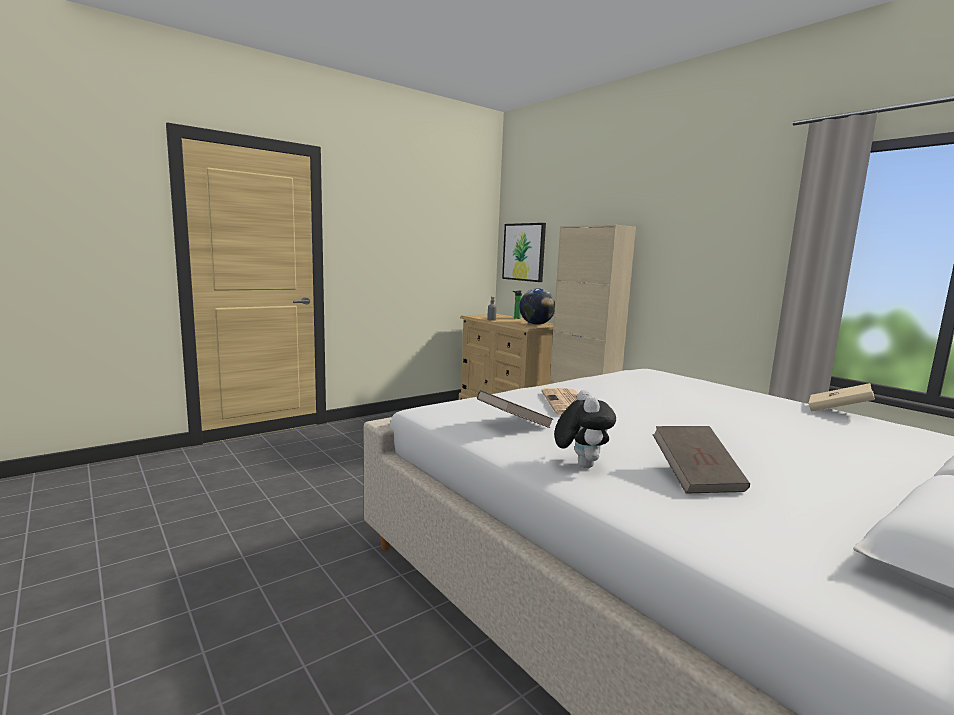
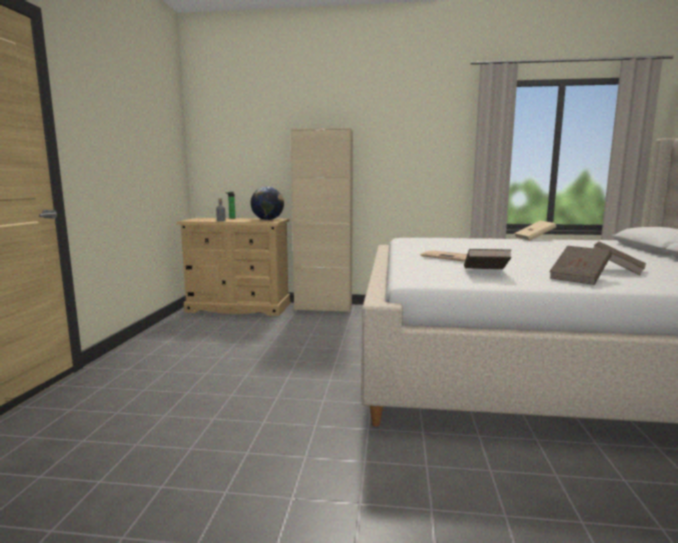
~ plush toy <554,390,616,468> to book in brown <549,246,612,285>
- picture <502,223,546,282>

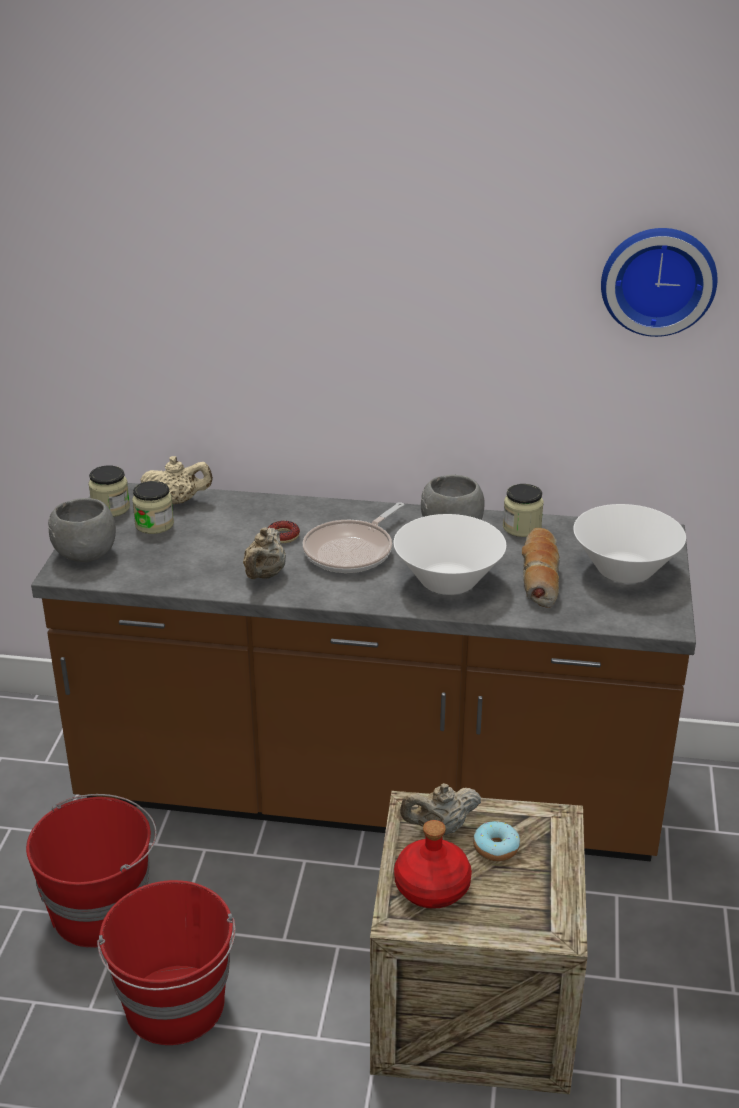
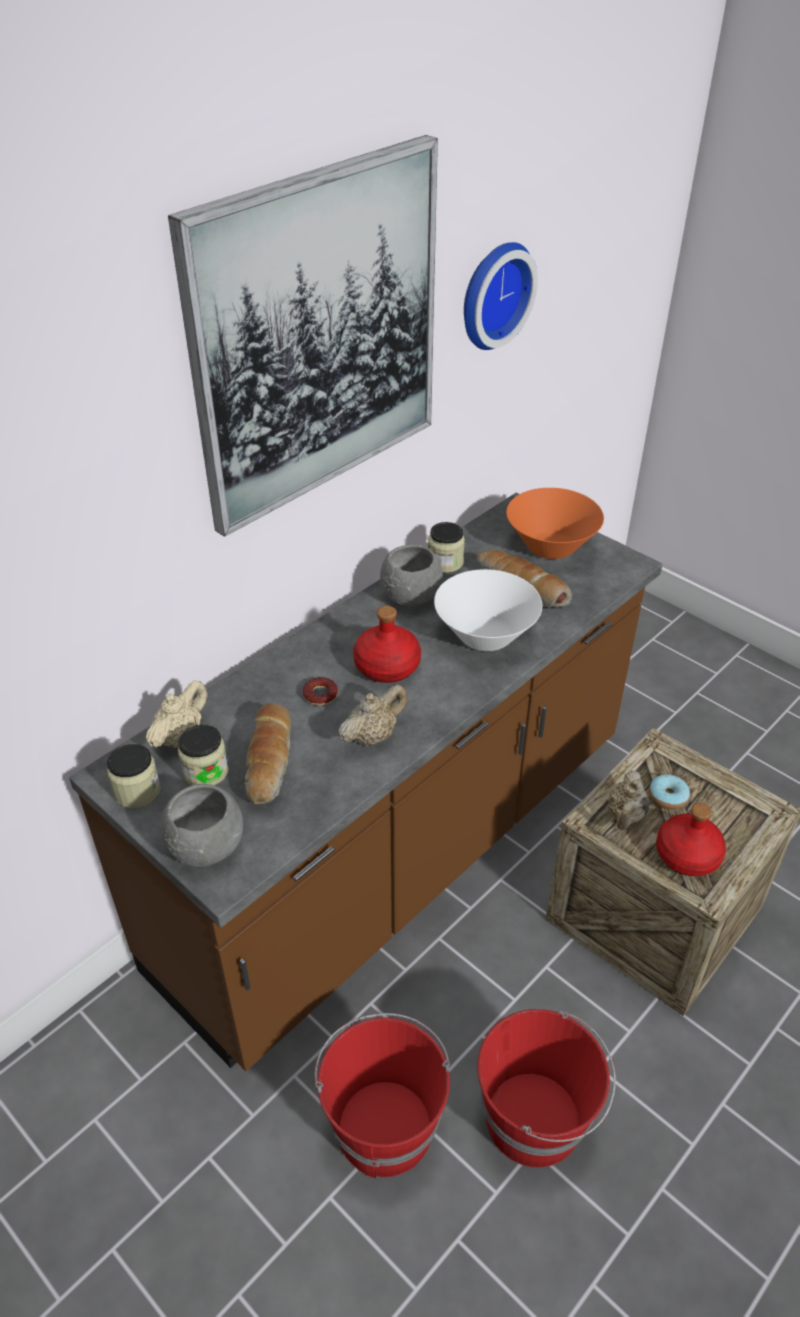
+ picture <168,135,438,537>
+ bread <244,703,291,804>
~ teapot in beige <243,527,286,579> = <338,684,408,747> 90 degrees counterclockwise
~ frying pan <303,502,404,573> to bottle in red <353,606,421,683>
~ bowl in white <573,504,686,583> to bowl in orange <506,488,604,559>

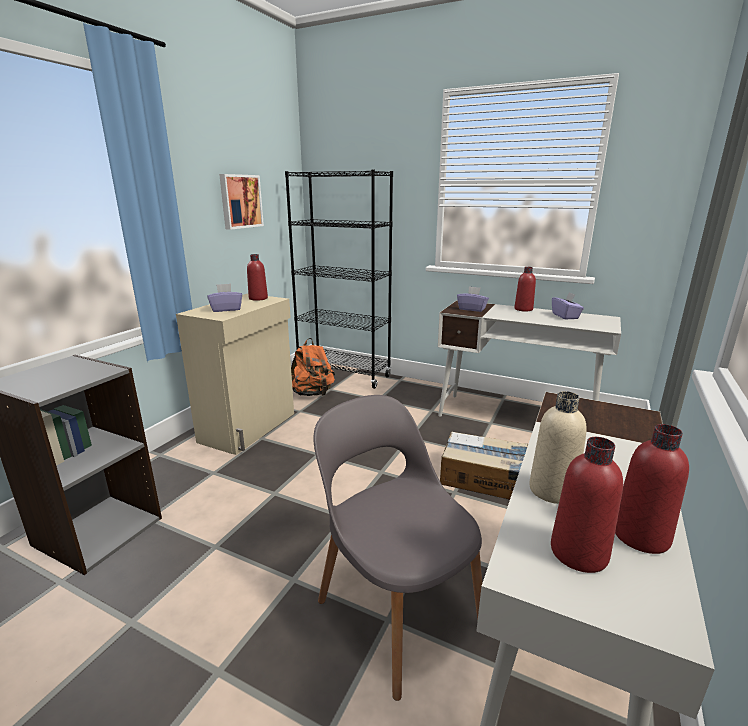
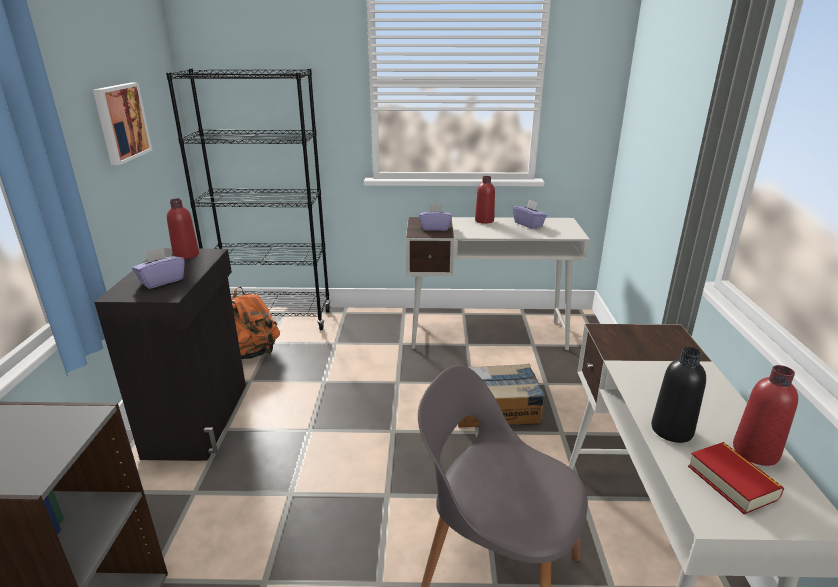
~ cabinet in beige <176,294,294,455> to cabinet in black <94,248,246,461>
~ bottle in beige <529,391,587,504> to bottle in black <651,347,706,443>
~ bottle in red <551,437,623,573> to book <688,442,784,514>

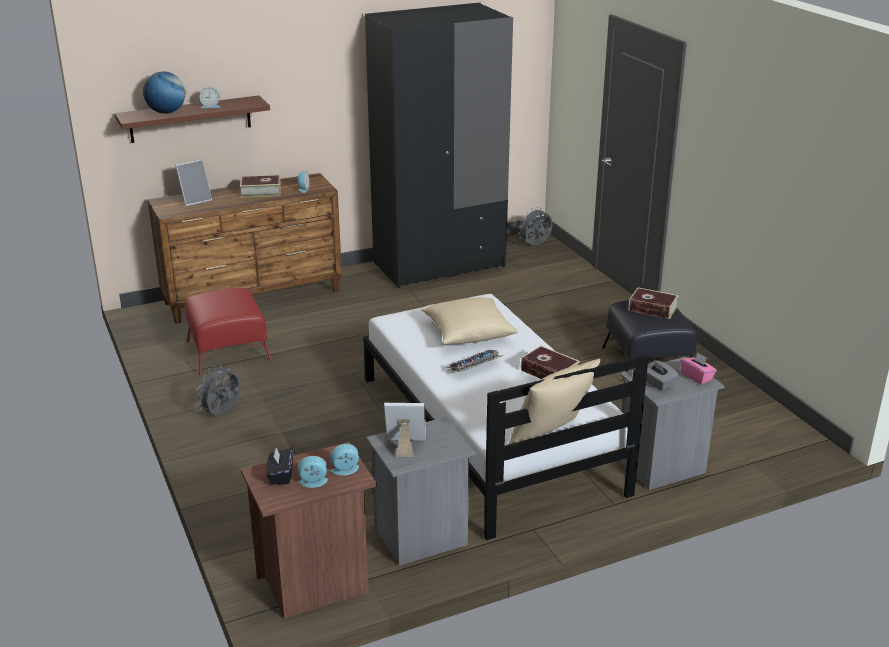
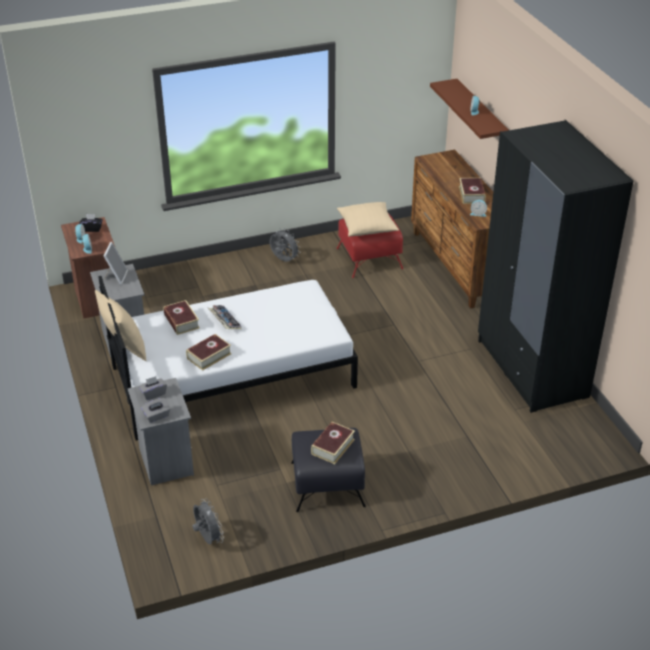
~ tissue box in pink <680,352,717,385> to tissue box in grey <141,398,170,423>
+ book <164,300,200,335>
~ fan in grey <518,207,553,245> to <192,498,224,545>
~ pillow in beige <421,297,518,344> to <337,202,399,237>
- globe <143,71,186,114>
- picture frame <175,159,212,206>

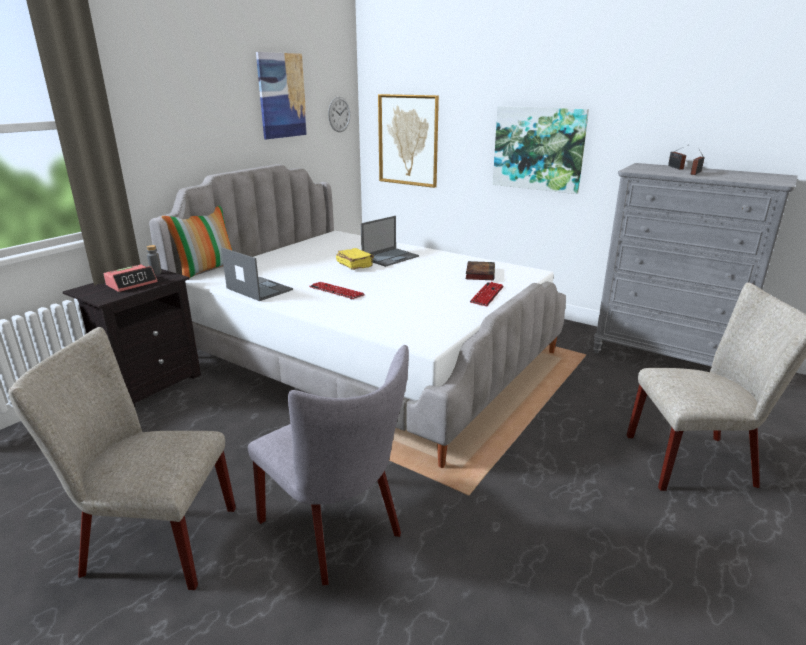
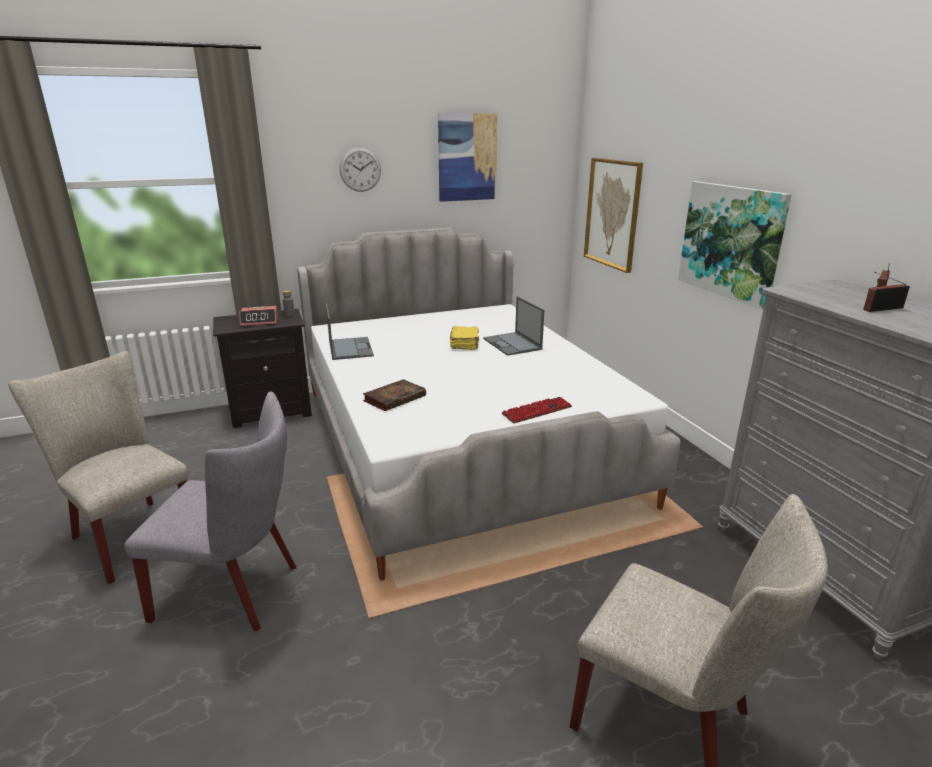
~ chair in grey <248,345,409,585> = <124,392,296,632> 75 degrees counterclockwise
~ wall clock <328,97,350,132> to <339,148,381,192>
~ book <466,261,495,280> to <363,379,426,411>
~ laptop <361,216,419,267> = <483,296,544,356> 75 degrees clockwise
- pillow <162,206,233,278>
- keyboard <309,282,365,300>

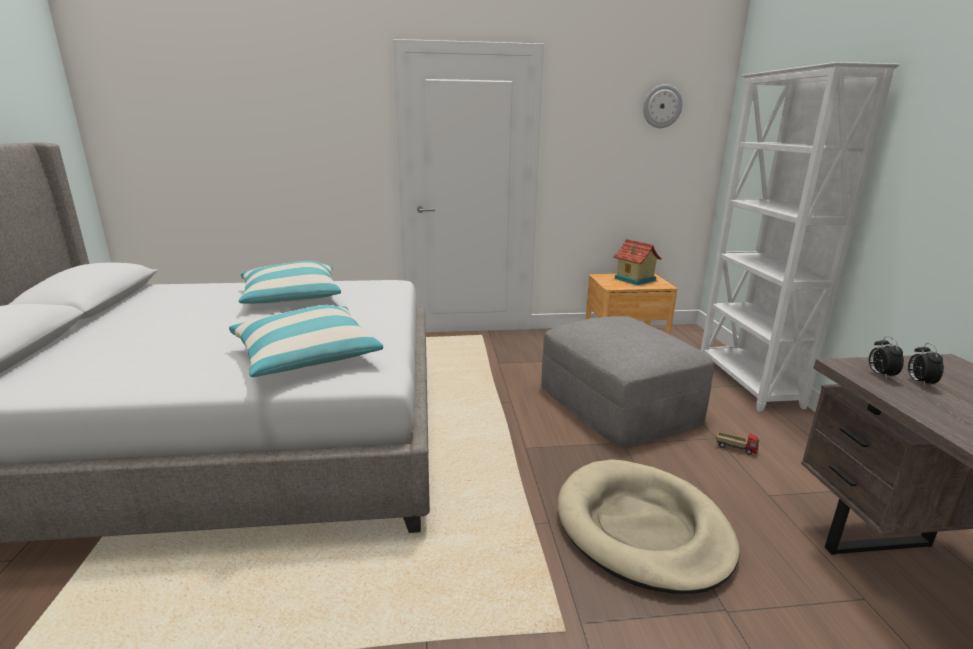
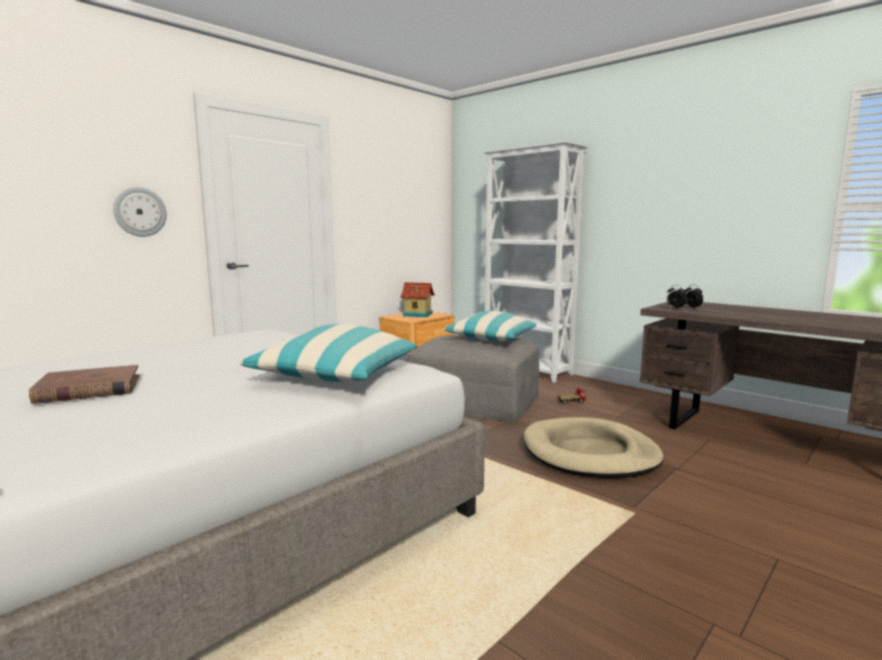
+ book in brown <29,365,139,404>
~ wall clock <643,84,683,128> to <113,187,167,237>
~ pillow <238,261,341,304> to <444,311,536,341>

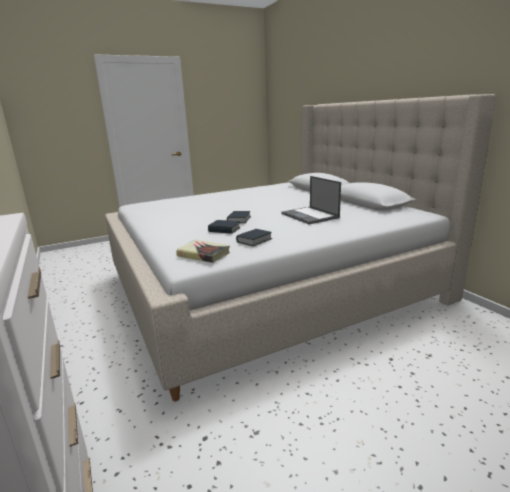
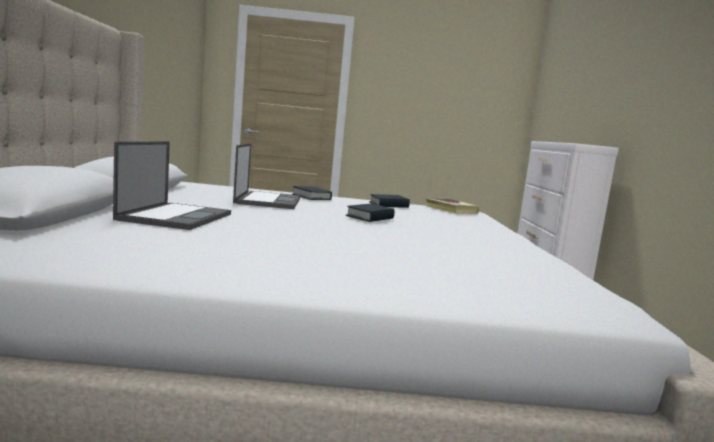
+ laptop <113,141,231,230>
~ book <208,220,240,234> to <293,186,332,200>

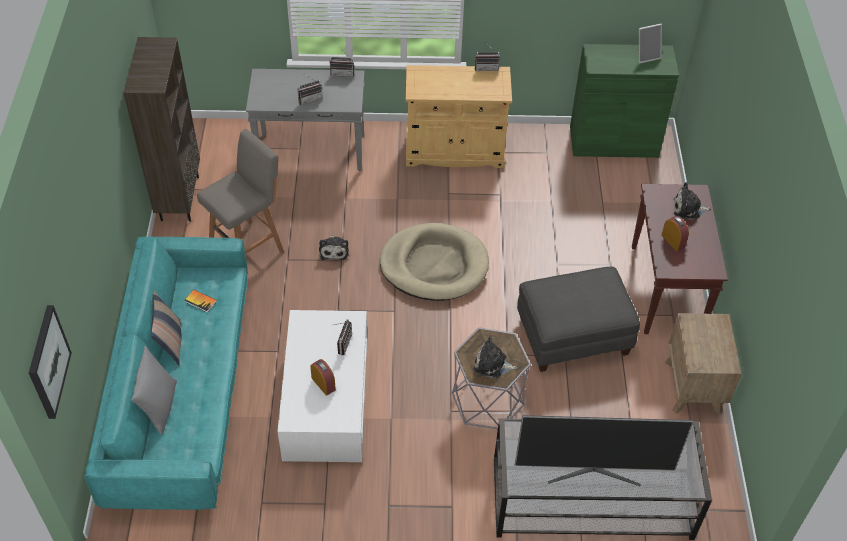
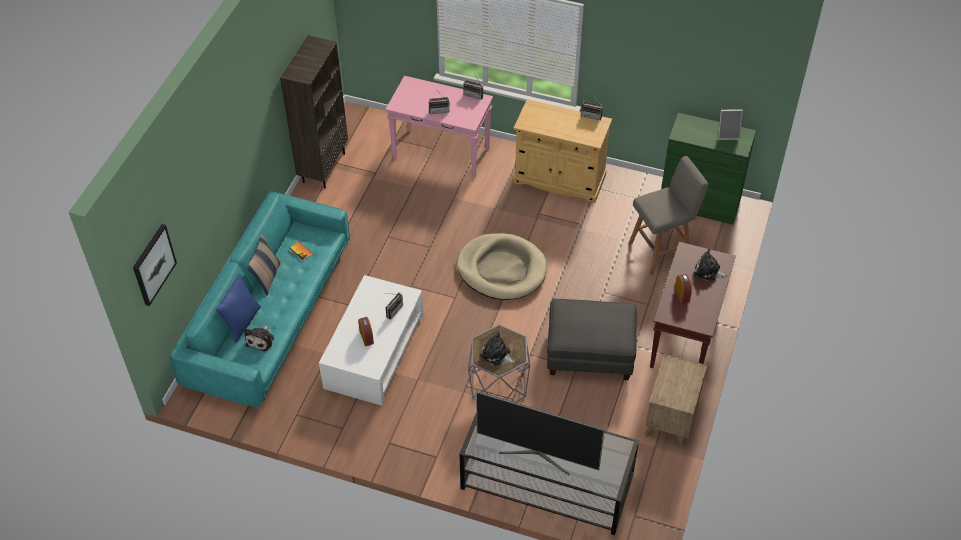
~ pillow in grey <131,346,177,435> to pillow in blue <215,273,261,343>
~ plush toy <319,235,349,260> to <244,324,274,351>
~ console table in grey <246,69,364,171> to console table in pink <385,76,493,178>
~ stool in grey <197,129,284,254> to <629,156,708,276>

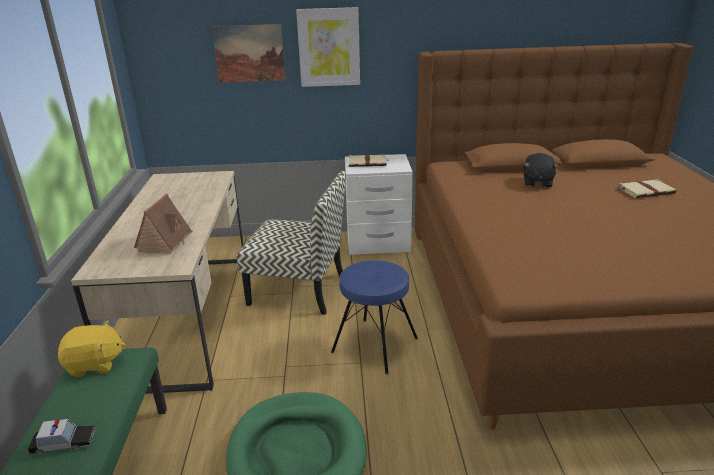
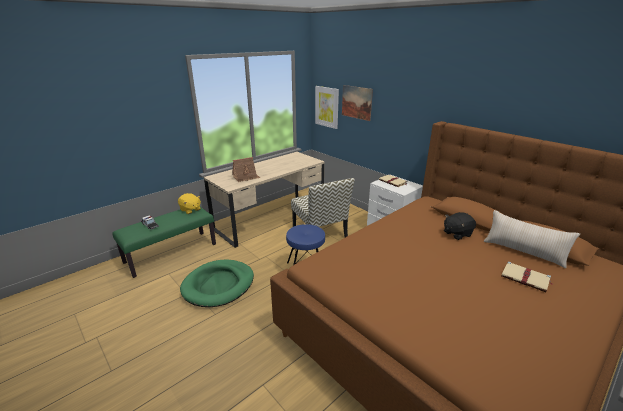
~ picture <296,7,360,87> to <315,86,339,129>
+ pillow in beige <484,210,580,269>

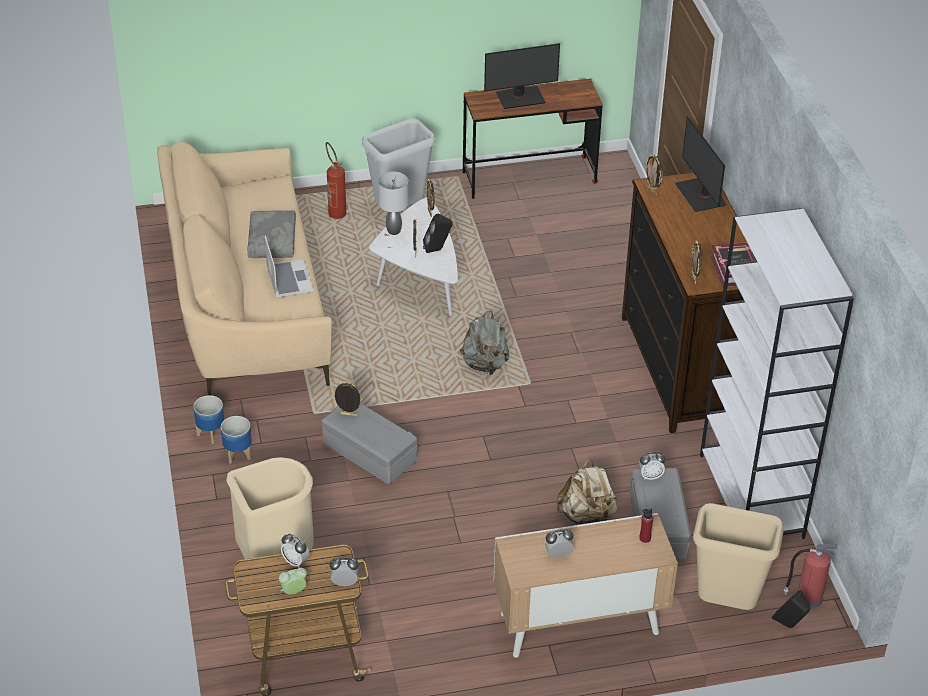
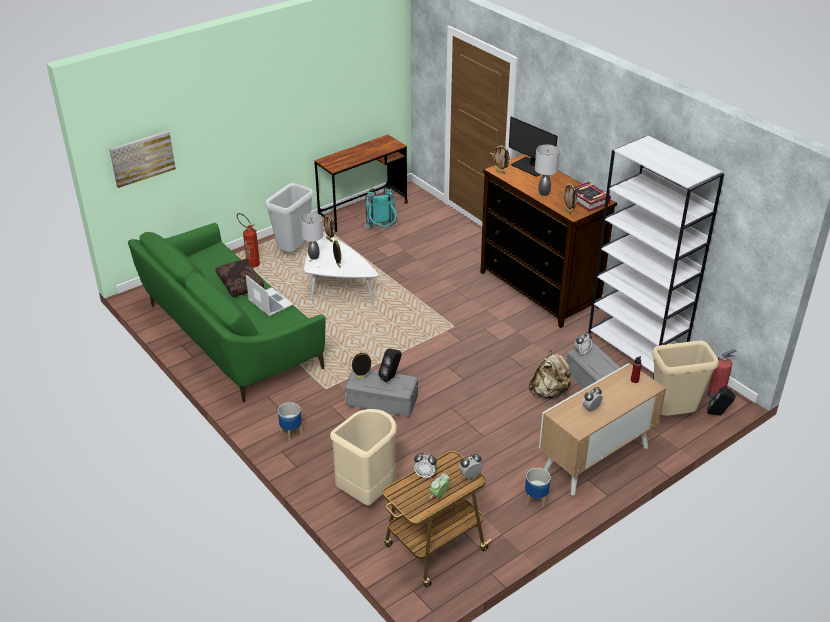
+ picture <109,131,176,188>
~ sofa in beige <157,141,332,395> to sofa in green <128,223,326,402>
~ pillow in grey <247,210,296,258> to pillow in brown <216,259,264,297>
+ backpack in turquoise <365,187,397,229>
~ speaker in black <423,213,453,253> to <378,348,402,382>
~ planter <193,395,224,444> to <525,468,551,507>
+ table lamp in grey <535,145,560,196>
- backpack in grey <460,311,509,375>
- monitor <484,43,560,109>

